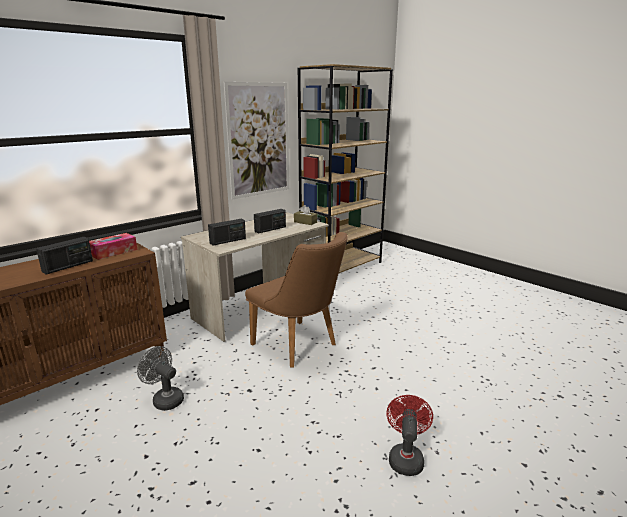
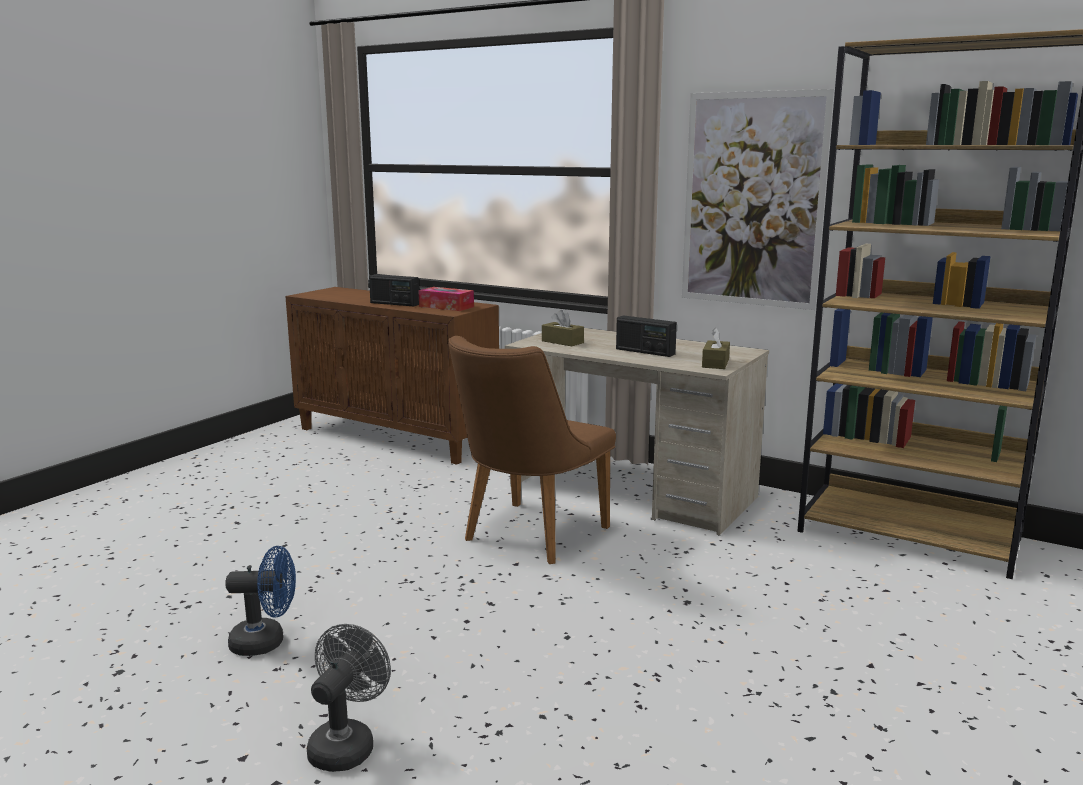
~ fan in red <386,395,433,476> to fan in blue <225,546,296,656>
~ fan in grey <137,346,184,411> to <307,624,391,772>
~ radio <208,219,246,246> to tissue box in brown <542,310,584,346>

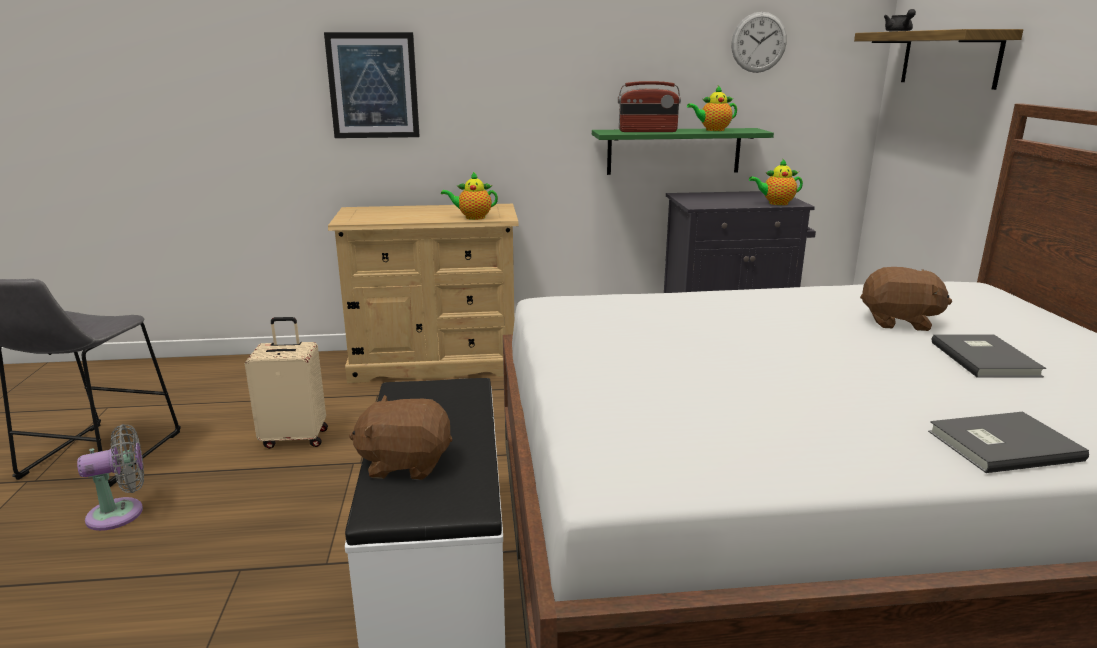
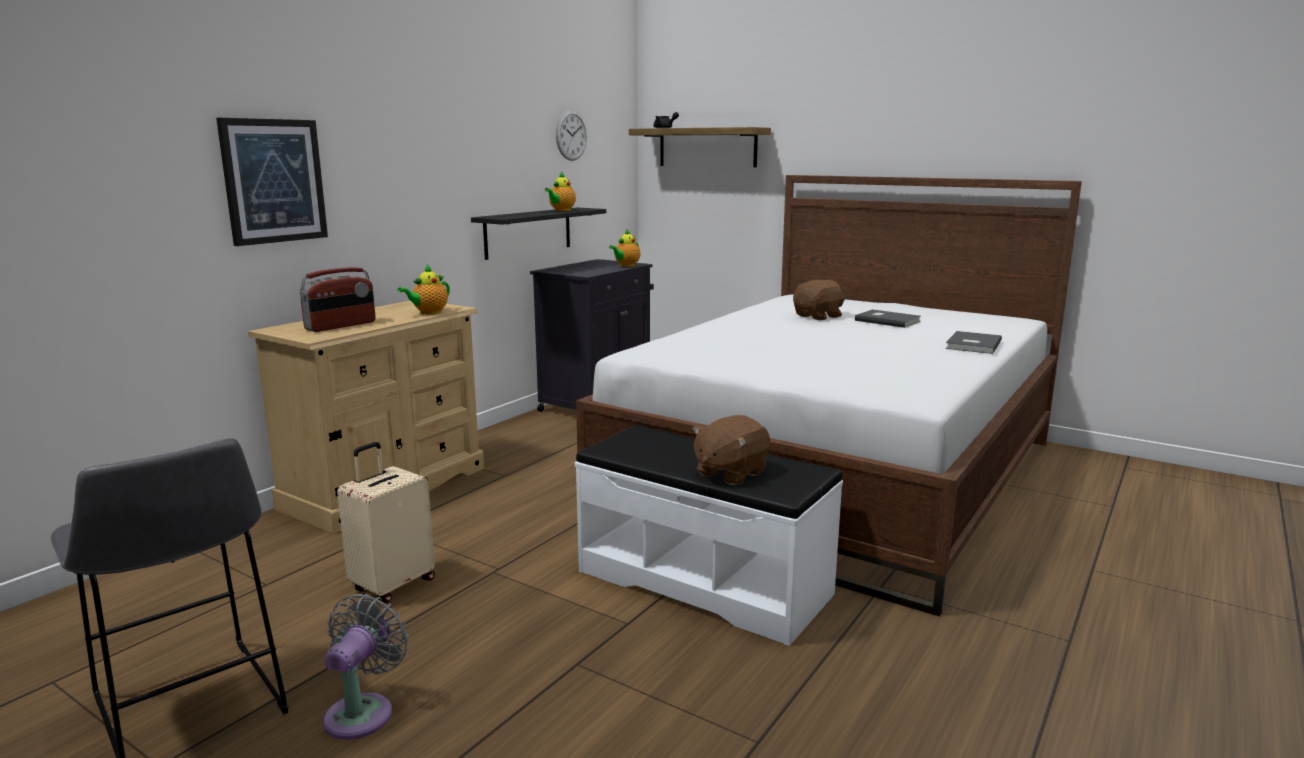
~ radio <618,81,681,132> to <300,268,376,332>
~ shelf in green <592,128,774,175> to shelf in black <471,208,606,260>

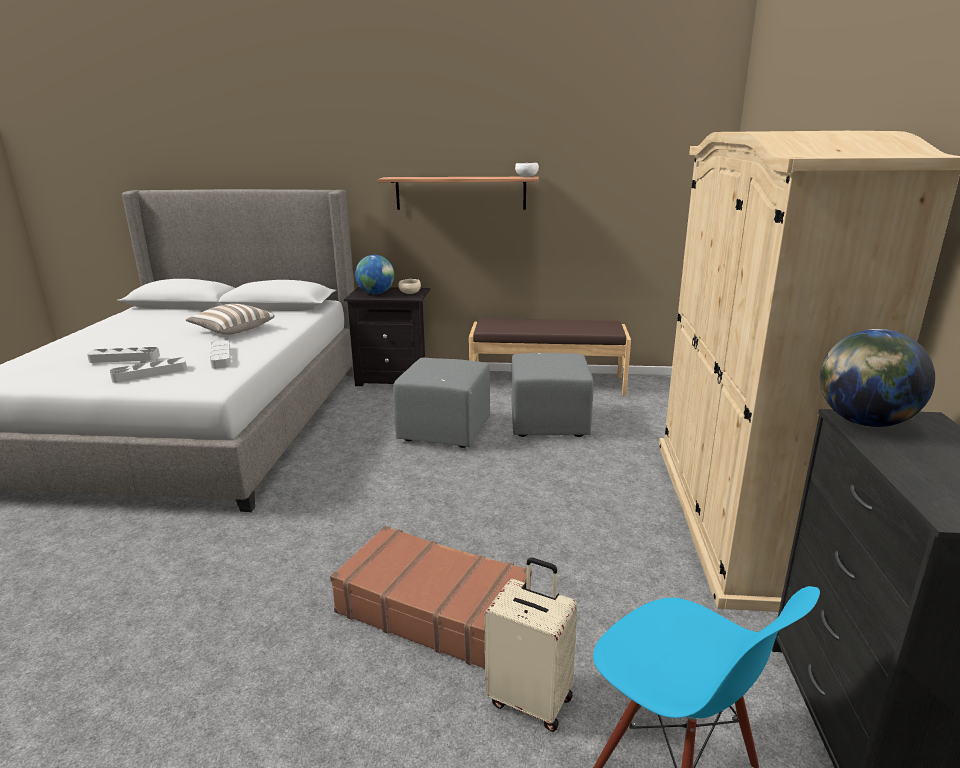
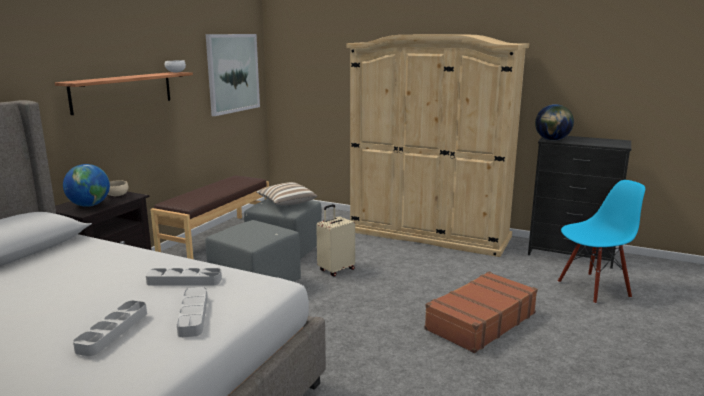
+ picture <206,34,260,116>
~ pillow <186,304,275,335> to <256,182,318,205>
~ suitcase in beige <485,558,578,732> to <316,204,355,277>

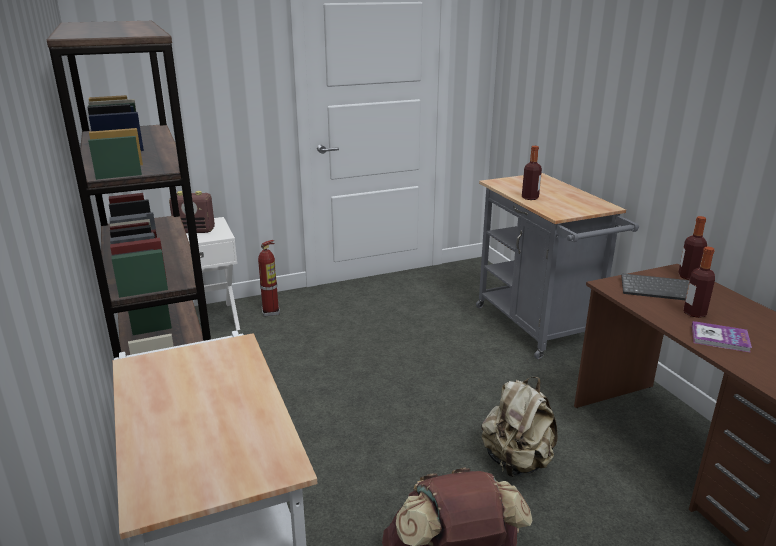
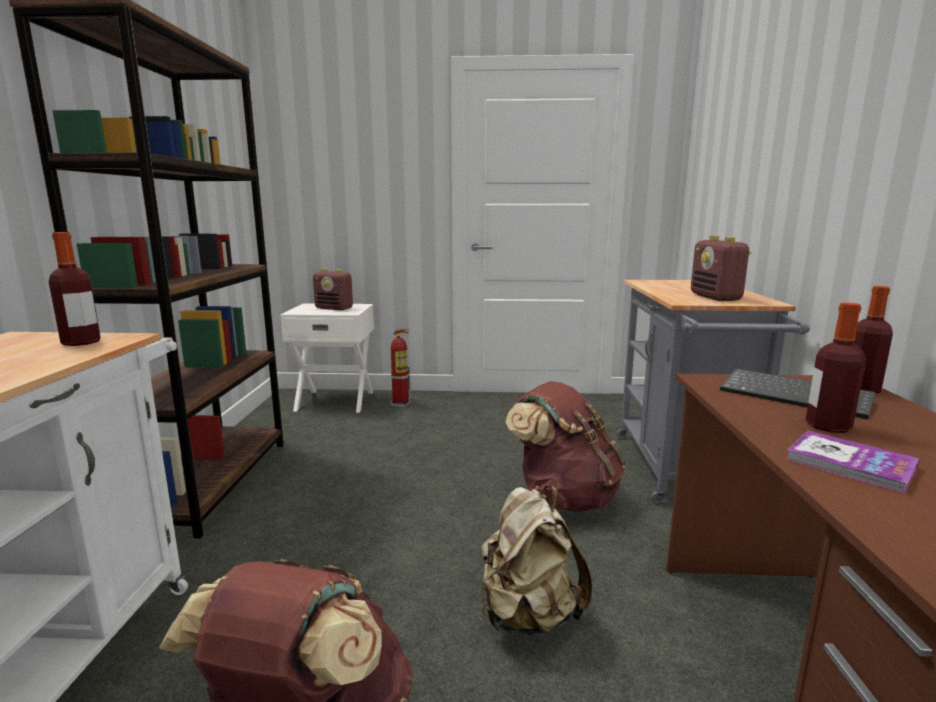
~ bottle <522,146,542,200> to <49,232,101,346>
+ backpack in brown <505,381,626,512>
+ radio <691,236,752,301>

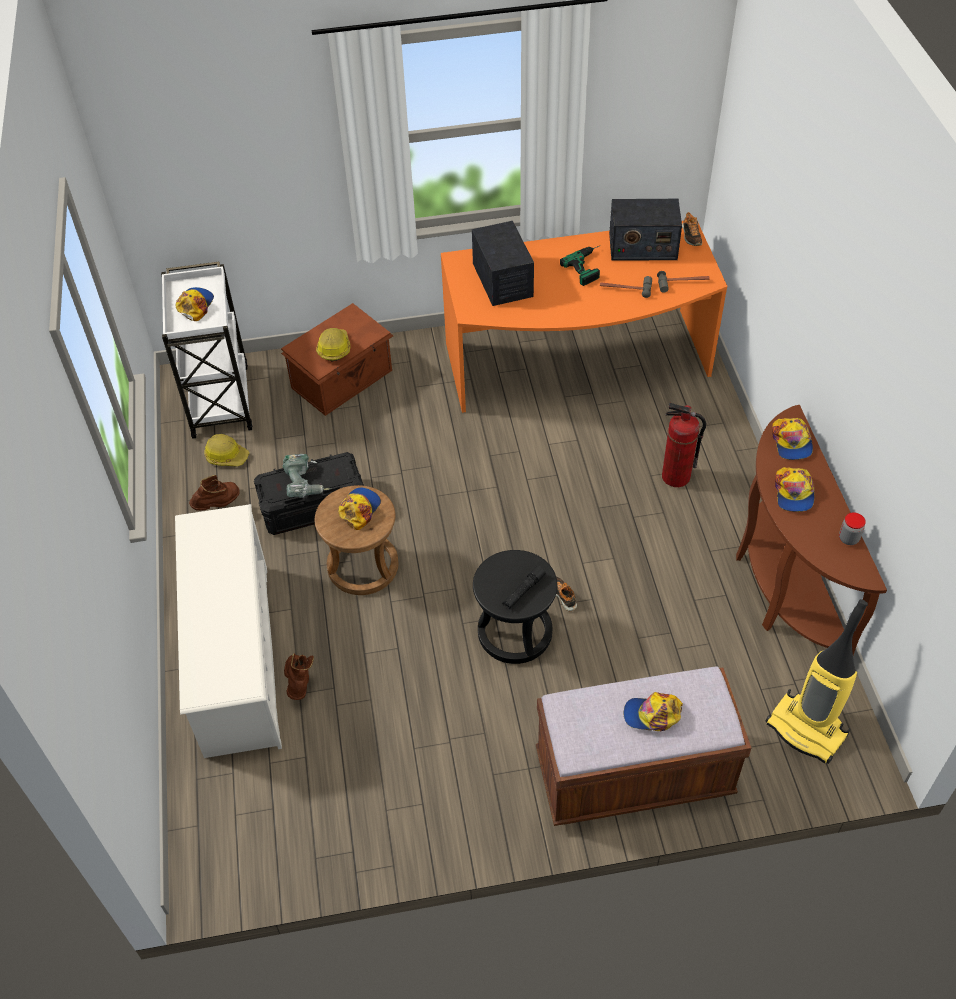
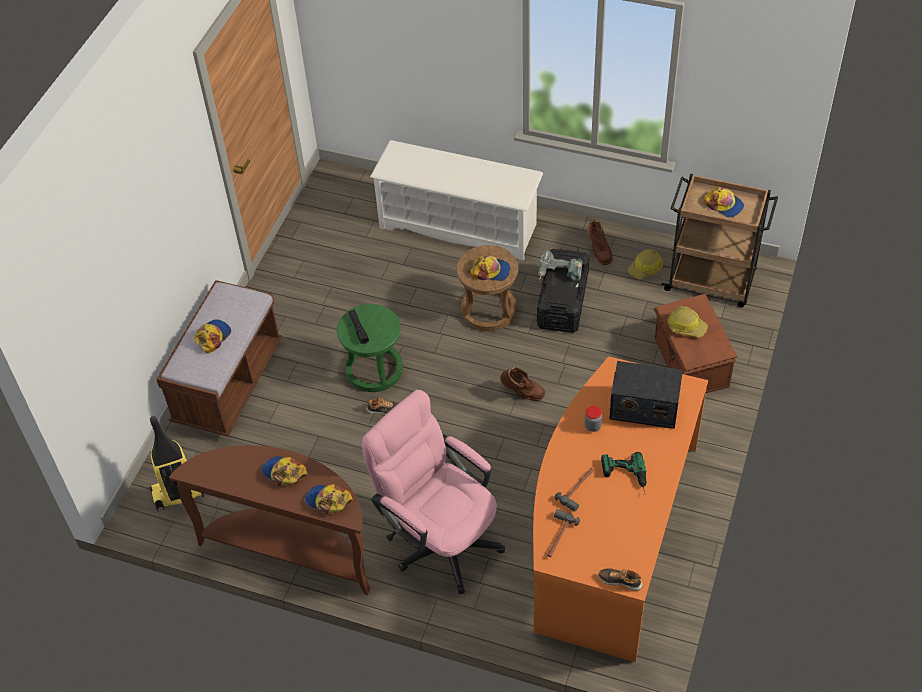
~ stool in black <473,550,558,664> to stool in green <337,304,403,392>
~ fire extinguisher <662,403,706,487> to office chair in pink <361,390,505,594>
~ cap <338,487,381,530> = <470,256,510,281> 45 degrees counterclockwise
~ boot in brown <284,653,314,700> to <500,367,545,401>
~ jar <839,512,866,545> to <585,406,602,432>
~ cart in white <161,262,253,438> to cart in brown <661,174,778,308>
- radio <609,199,682,261>

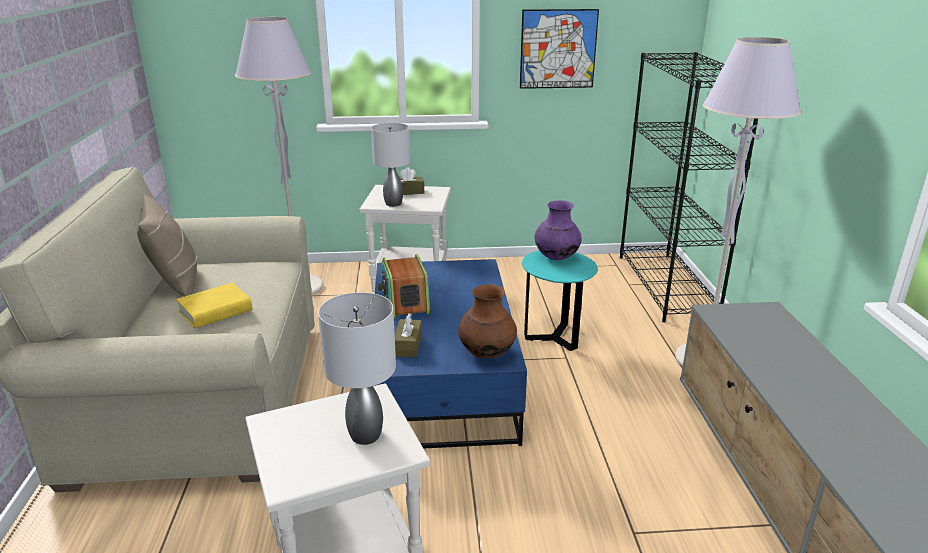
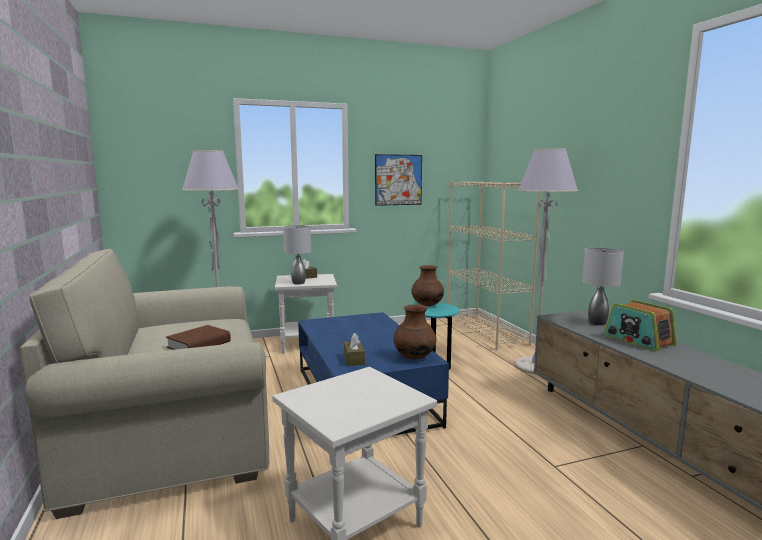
~ book in yellow <176,283,252,328> to book in brown <166,325,231,350>
~ vase in purple <535,200,582,260> to vase in brown <411,265,444,306>
~ bookcase in black <620,52,758,323> to bookcase in beige <447,181,540,350>
~ table lamp in grey <318,292,396,445> to <582,248,624,325>
~ radio <378,254,430,318> to <604,300,677,351>
- pillow in beige <137,195,197,297>

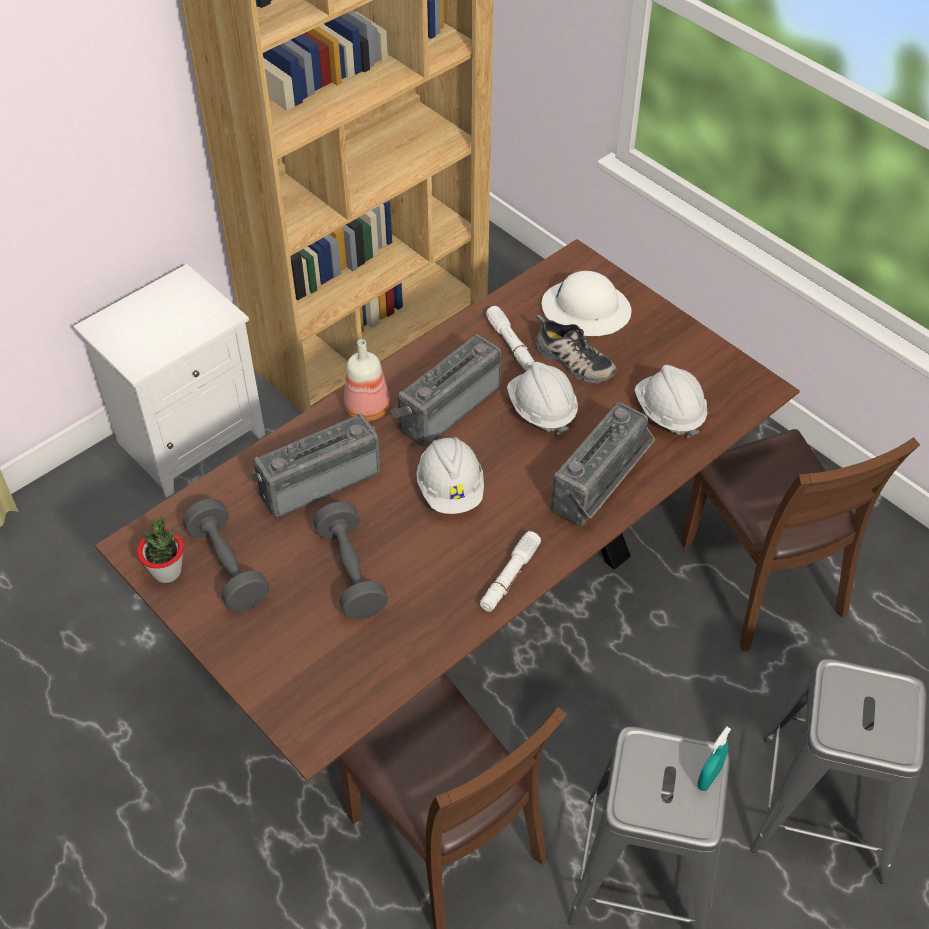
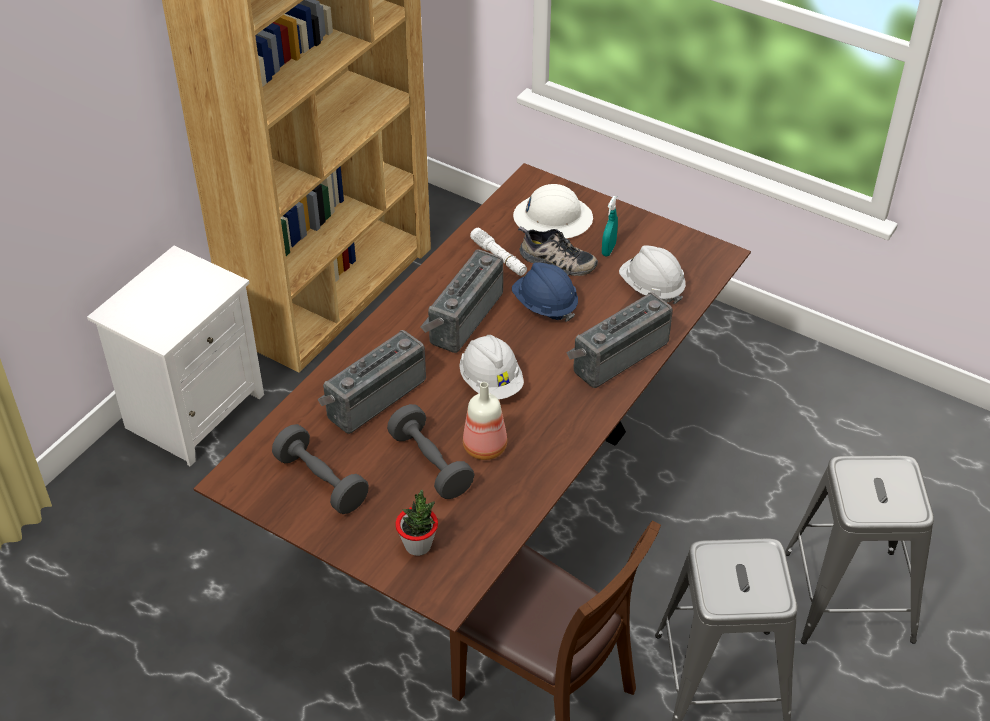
~ potted plant <137,515,184,583> to <395,489,438,556>
~ bottle <344,339,390,422> to <463,382,507,460>
~ hard hat in white <507,362,578,435> to hard hat in blue <512,262,578,322>
~ radio <551,402,655,526> = <566,292,673,388> 150 degrees counterclockwise
~ spray bottle in turquoise <697,727,731,791> to <602,196,618,256>
- flashlight in white <480,531,541,612>
- chair in brown <681,429,920,652>

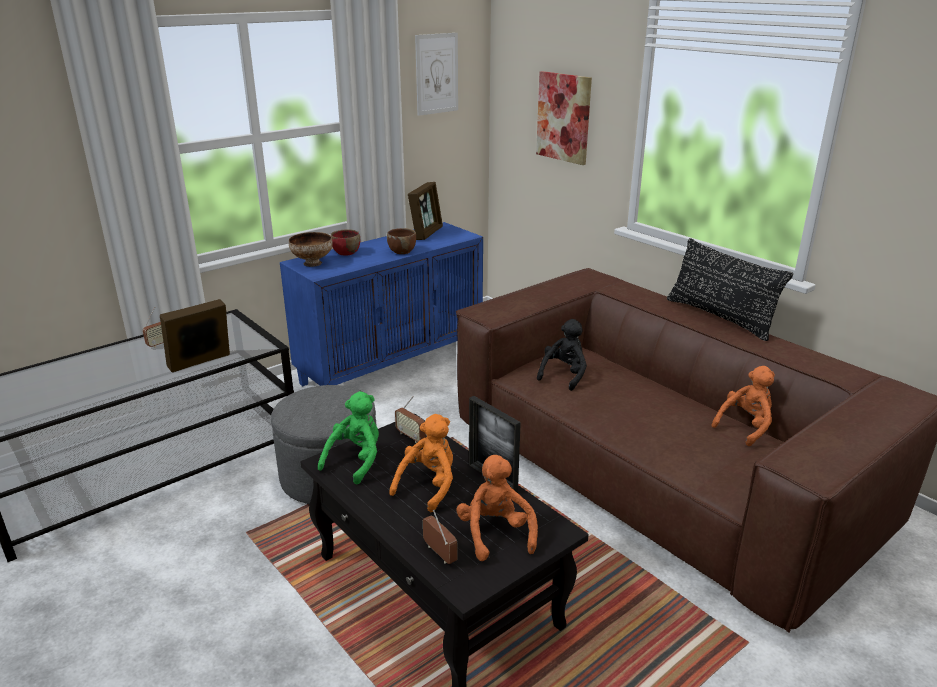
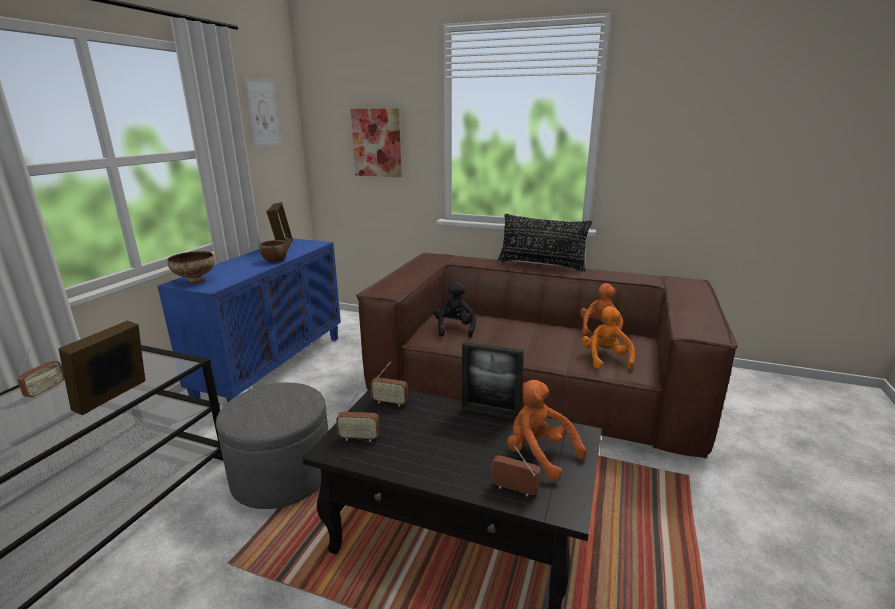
~ plush toy in green <318,391,379,484> to radio <336,393,380,442>
~ plush toy in orange <389,414,453,512> to <582,306,635,370>
- bowl in red <330,229,360,256>

